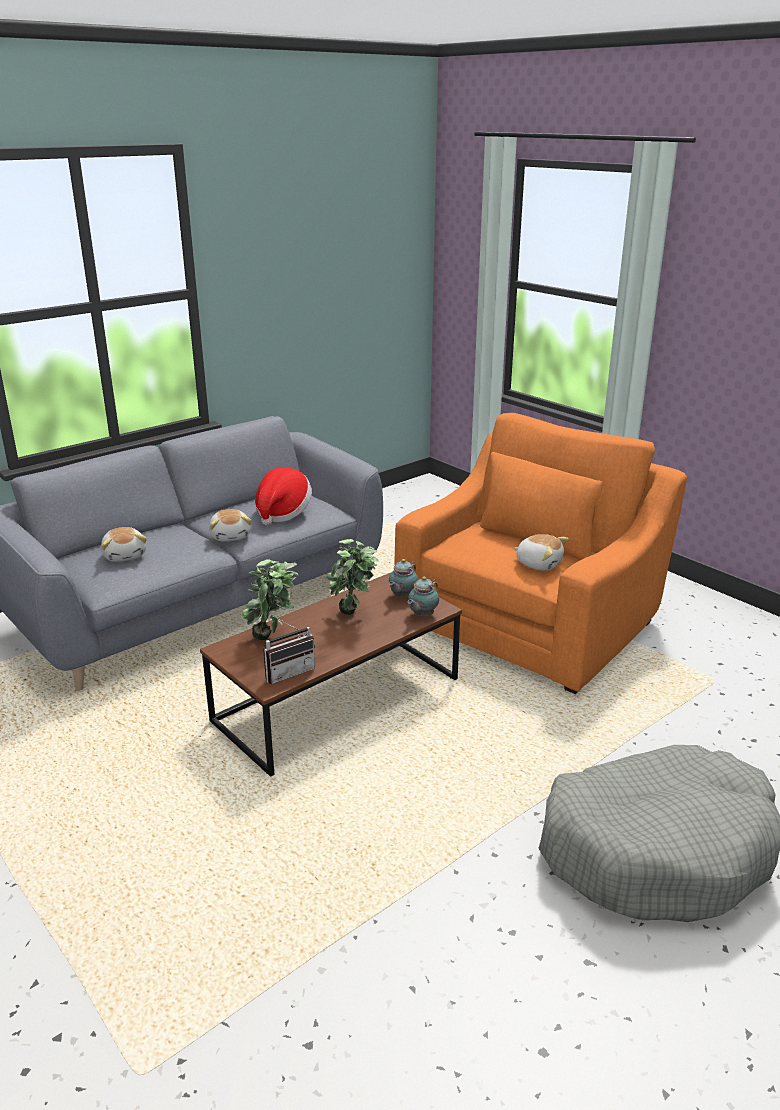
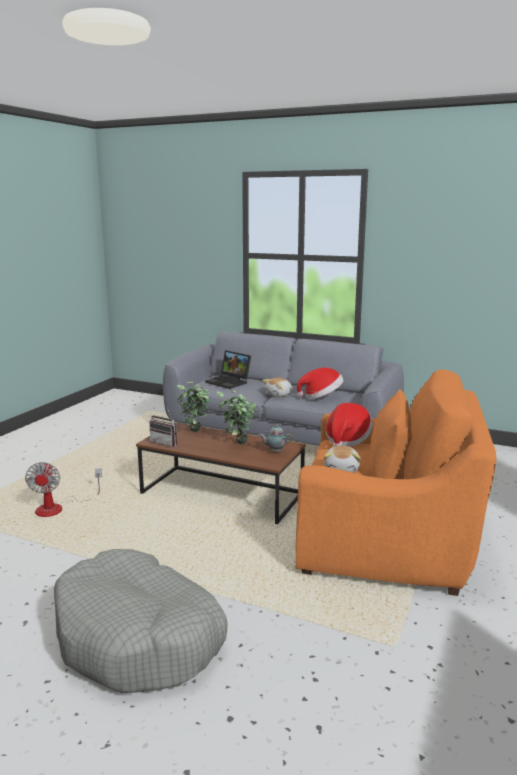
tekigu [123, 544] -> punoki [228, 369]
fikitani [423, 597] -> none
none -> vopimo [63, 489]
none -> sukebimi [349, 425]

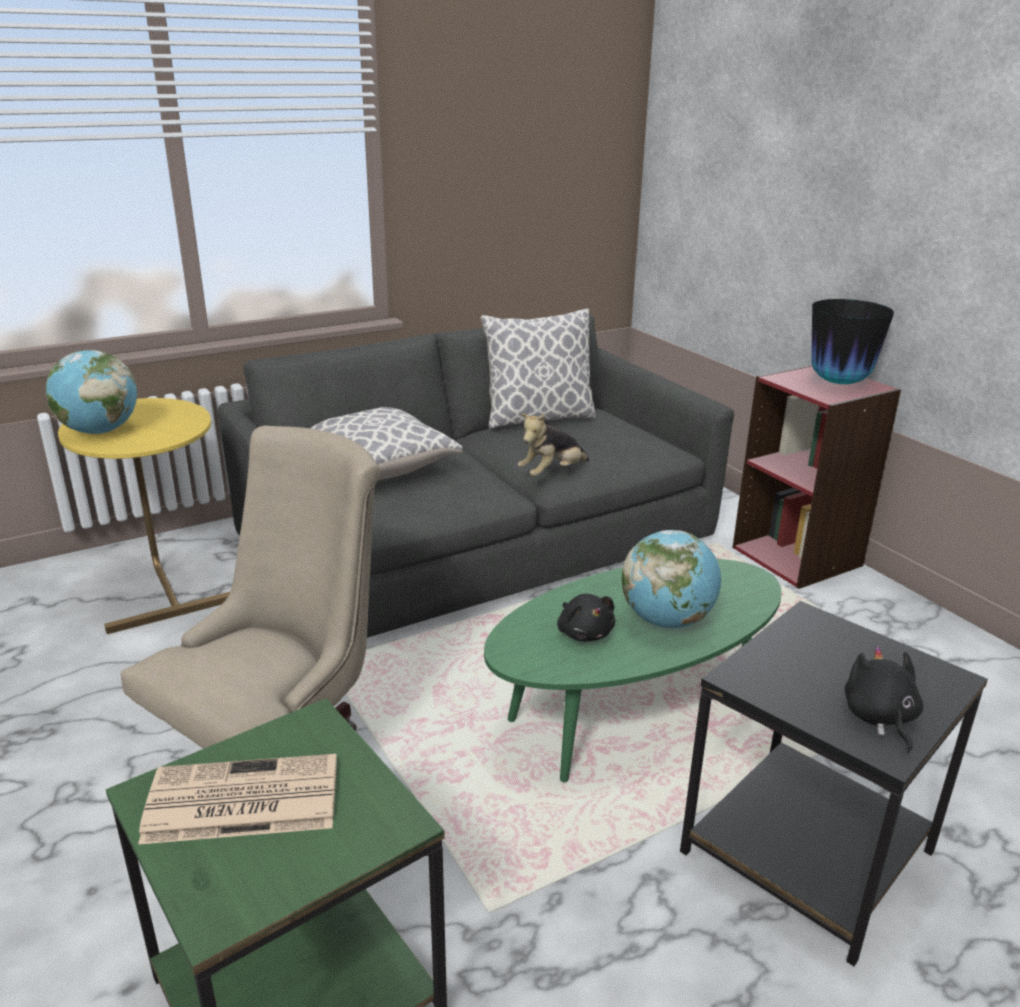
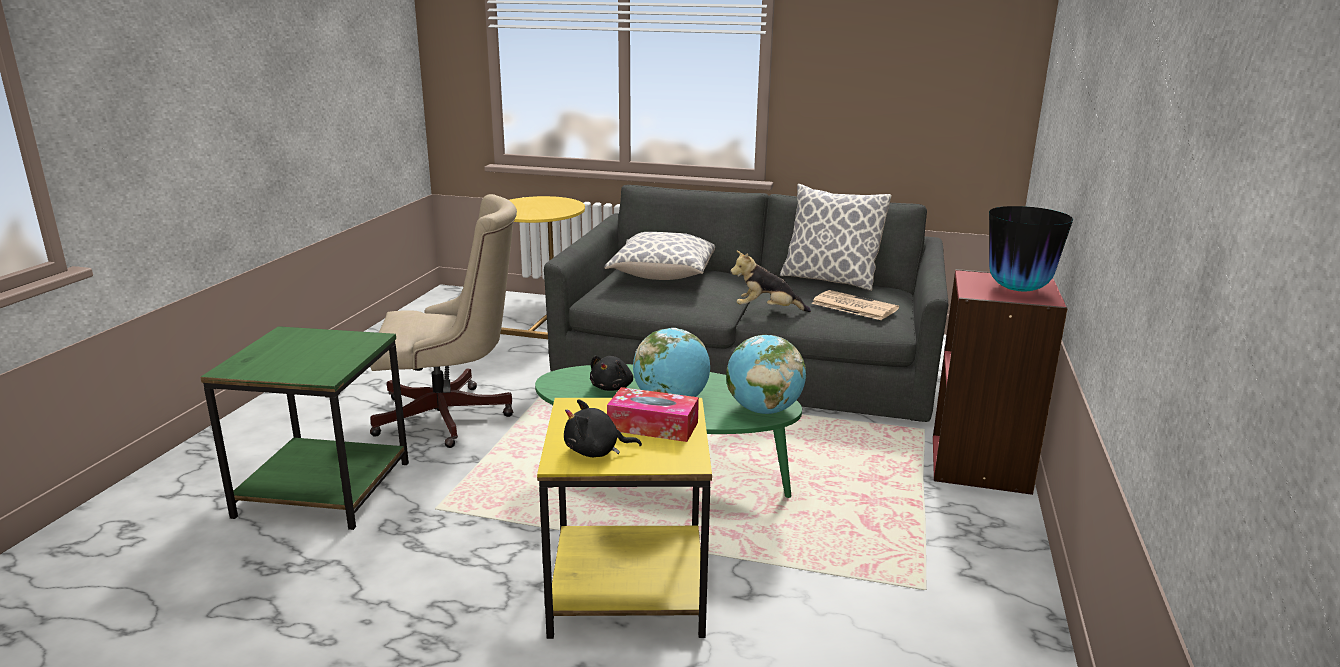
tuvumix [91, 392] -> tuvumix [766, 374], moved
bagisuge [237, 799] -> bagisuge [855, 305], moved
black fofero [834, 783] -> yellow fofero [624, 518]
black tekigu [884, 700] -> black tekigu [603, 428], 135 degrees counterclockwise
none -> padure [653, 414]

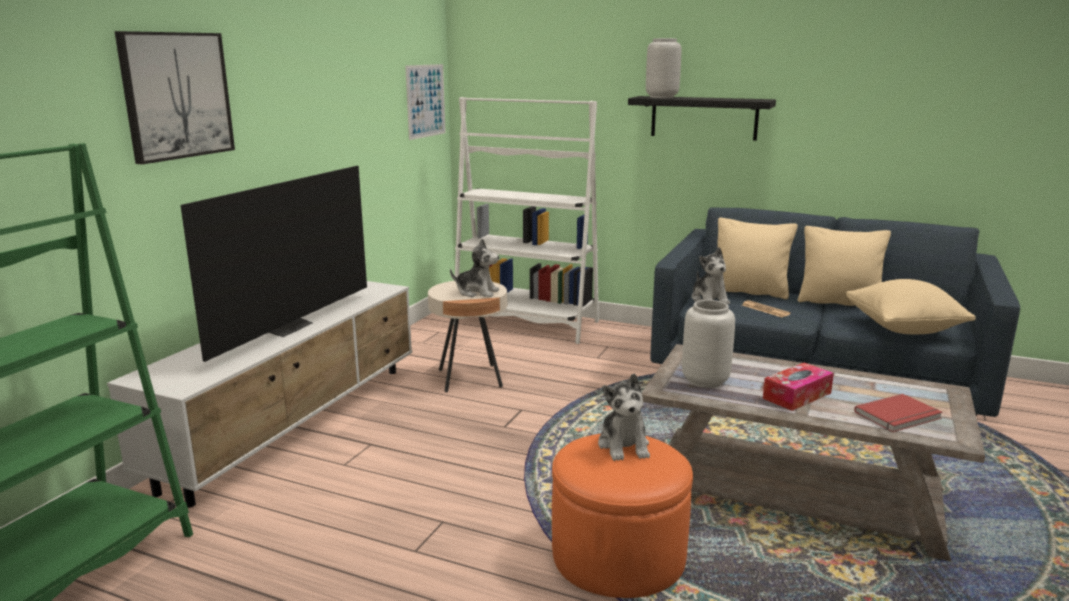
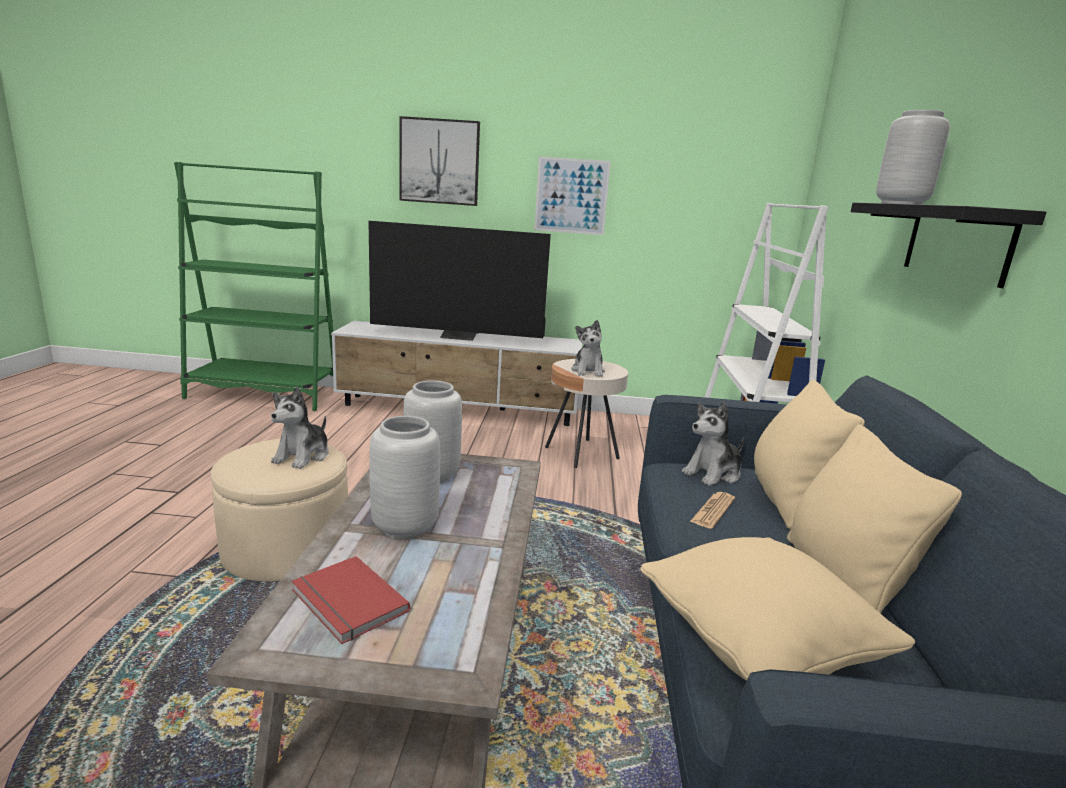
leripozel [425, 102] -> leripozel [572, 195], moved
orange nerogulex [622, 515] -> beige nerogulex [279, 510]
tekigu [624, 417] -> tekigu [300, 428], 45 degrees counterclockwise
padure [798, 387] -> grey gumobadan [405, 477]

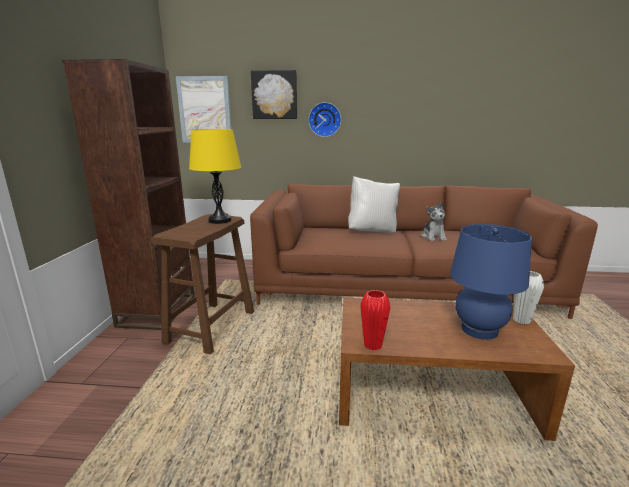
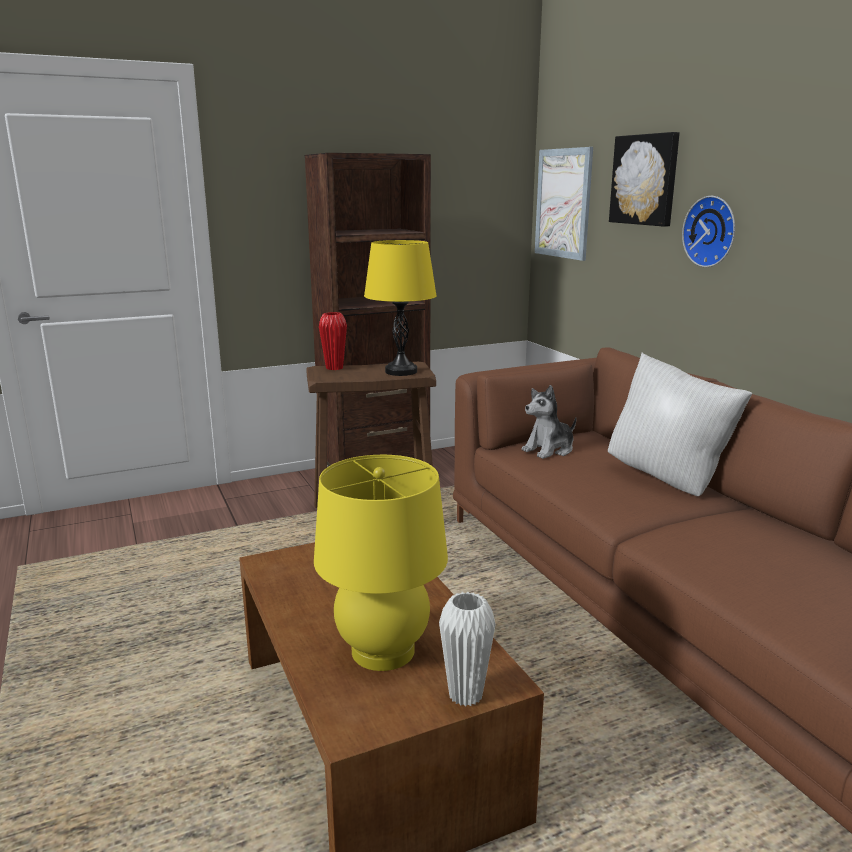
red gumobadan [375, 320] -> red gumobadan [333, 341], moved
tekigu [434, 221] -> tekigu [549, 422], moved
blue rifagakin [491, 282] -> yellow rifagakin [381, 563]

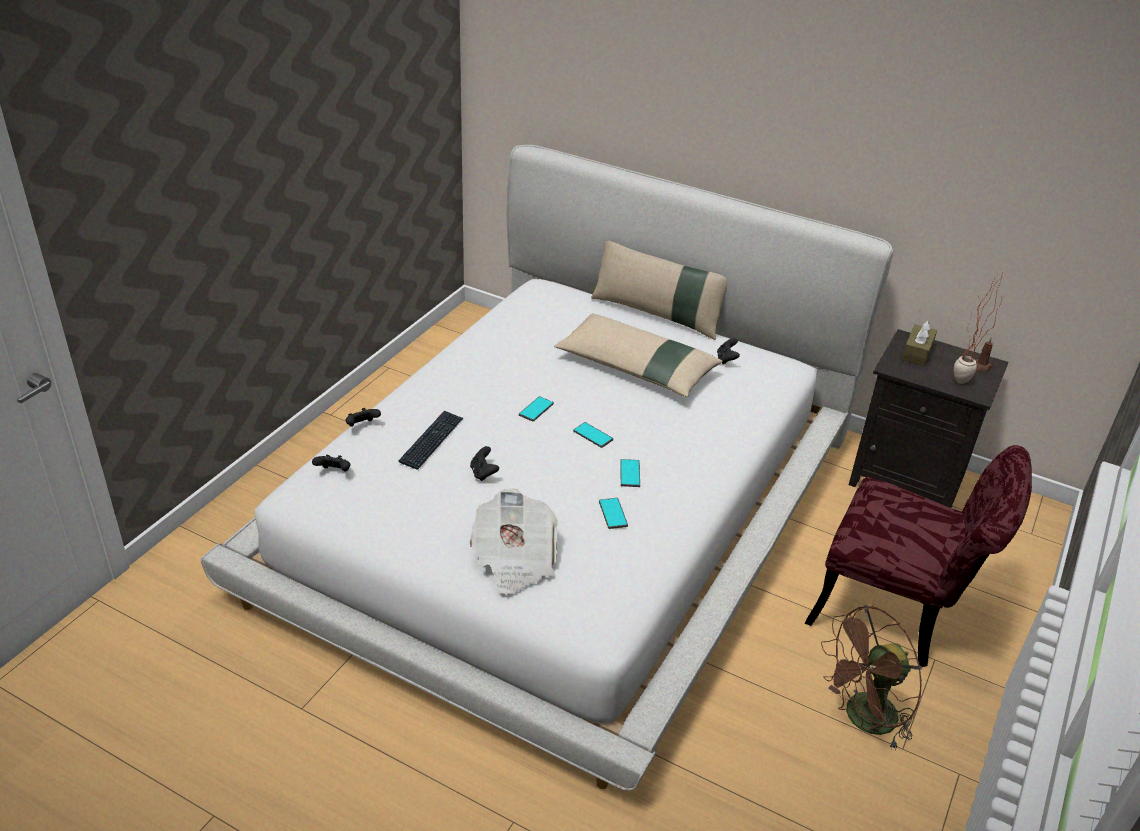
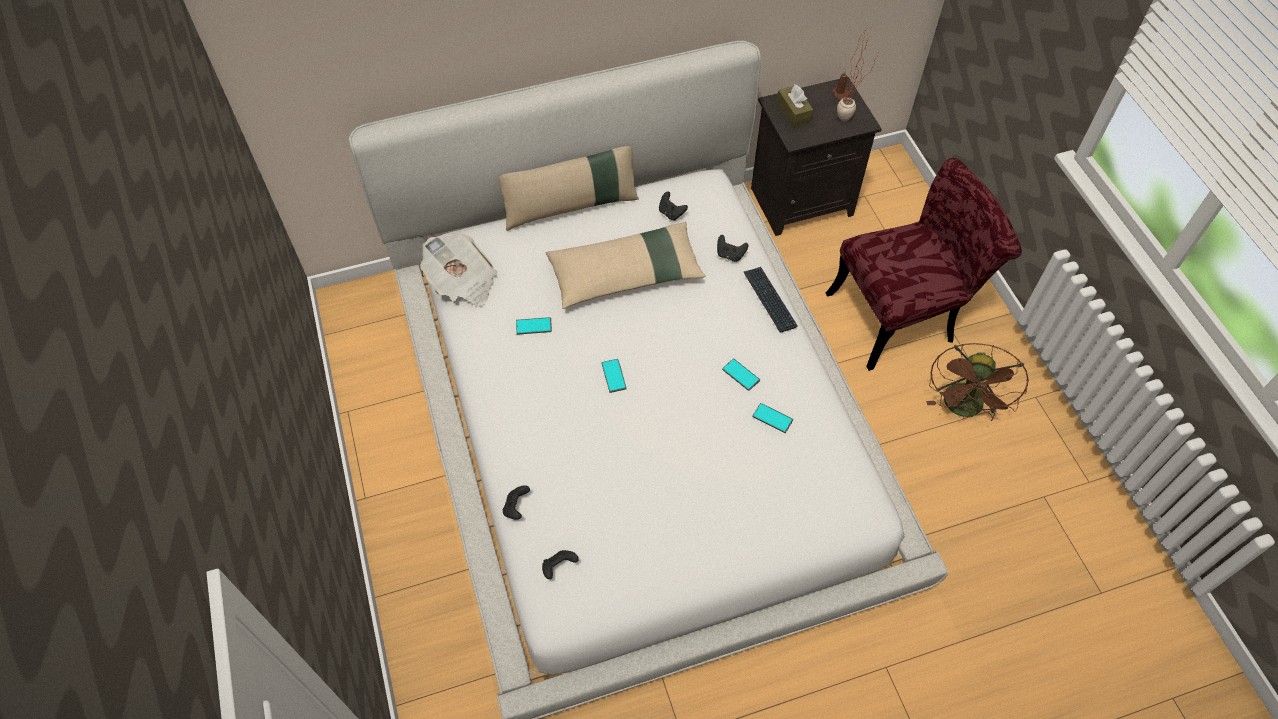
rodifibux [431, 440] -> rodifibux [771, 300], moved
bagisuge [513, 541] -> bagisuge [459, 270], moved
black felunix [484, 463] -> black felunix [732, 248], moved
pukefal [593, 435] -> pukefal [534, 326], moved

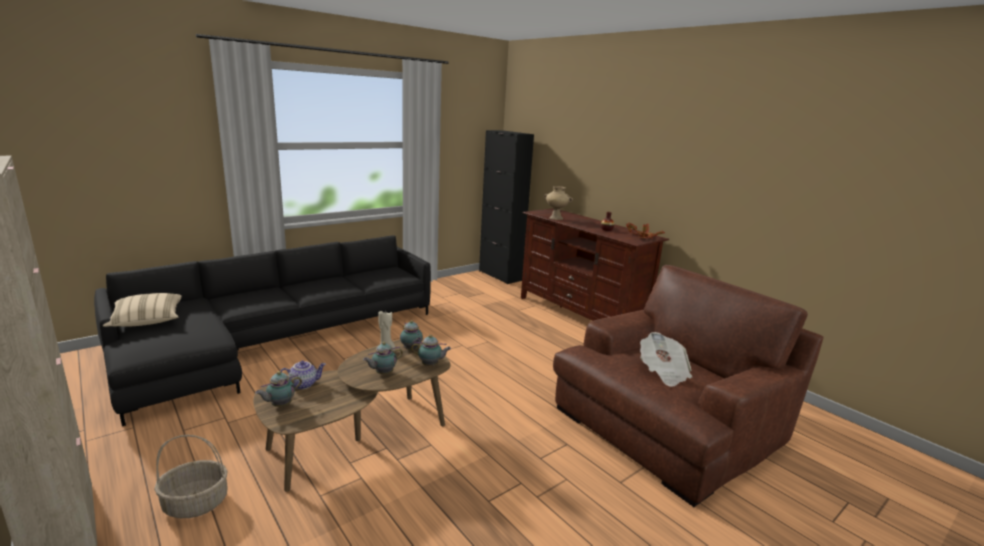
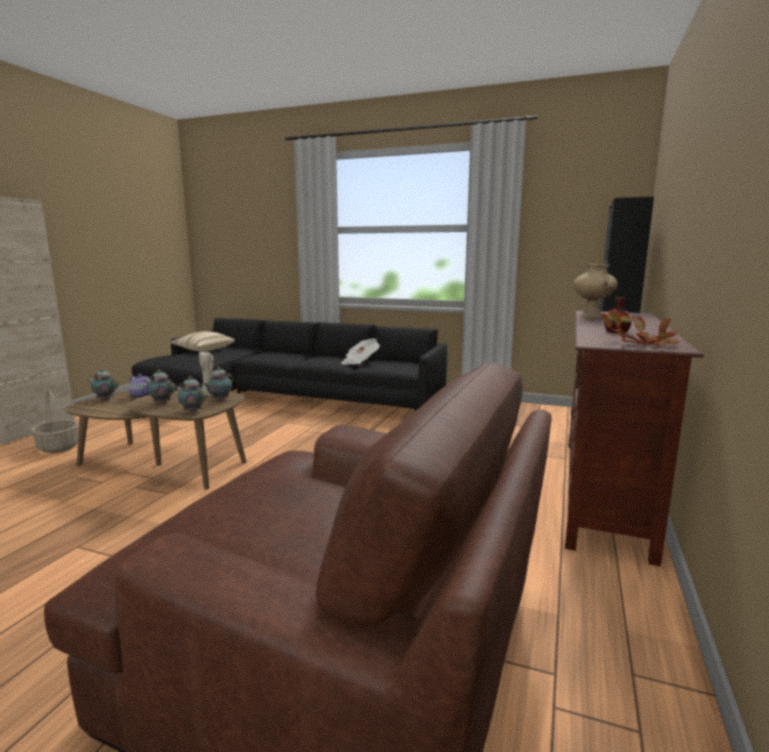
fikitani [431, 350] -> fikitani [191, 394], 150 degrees clockwise
bagisuge [666, 359] -> bagisuge [360, 351], moved

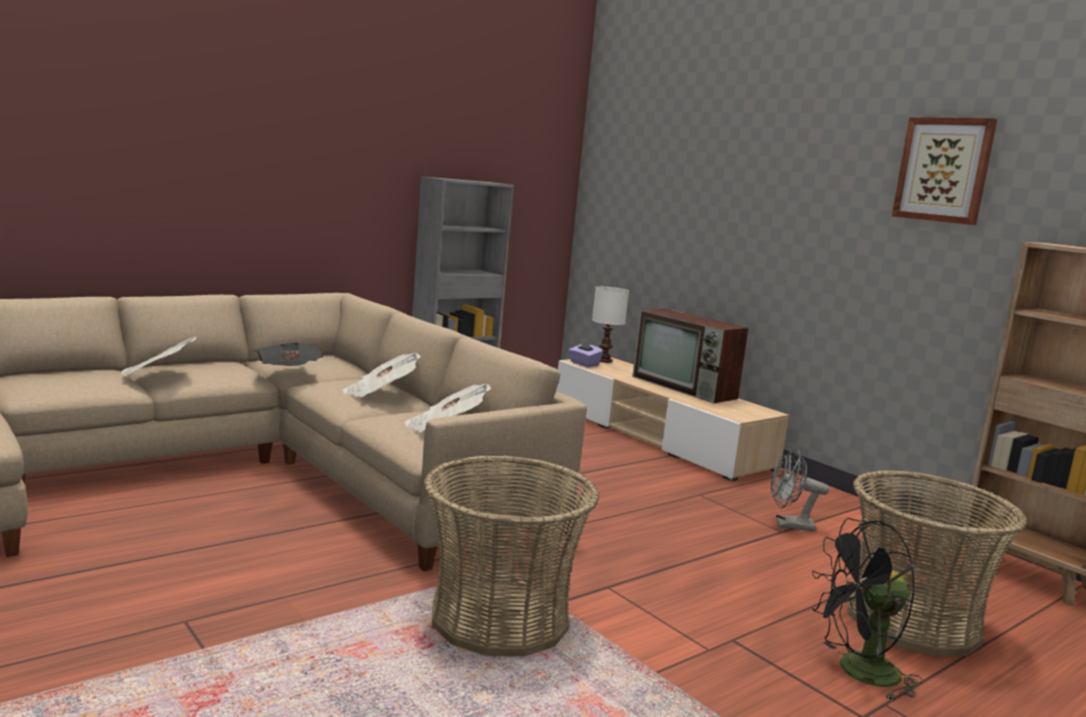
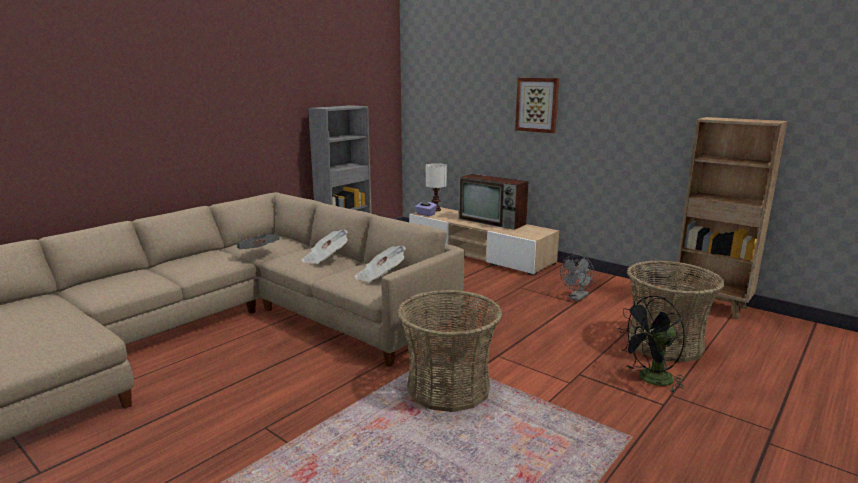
bagisuge [158, 356] -> none
grey vopimo [800, 490] -> grey vopimo [577, 277], 45 degrees counterclockwise
leripozel [944, 171] -> leripozel [537, 105], moved

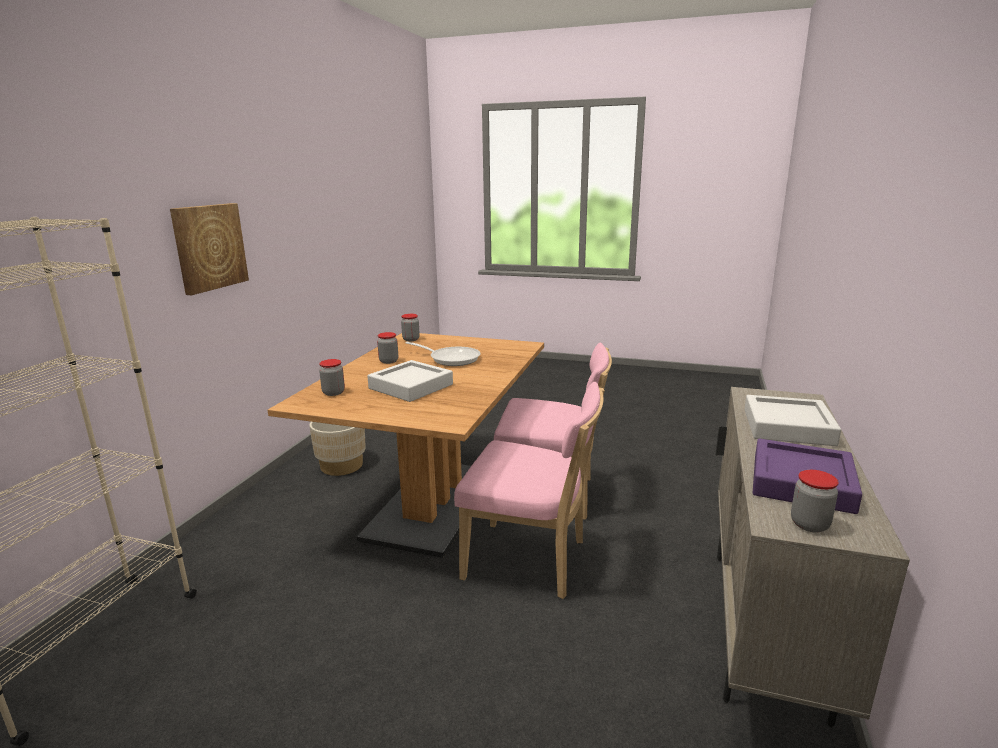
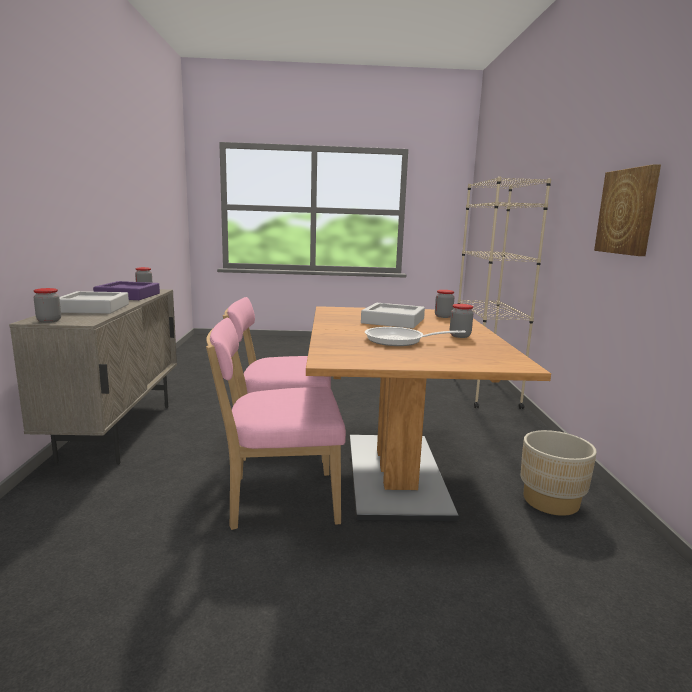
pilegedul [410, 327] -> pilegedul [47, 305], moved

